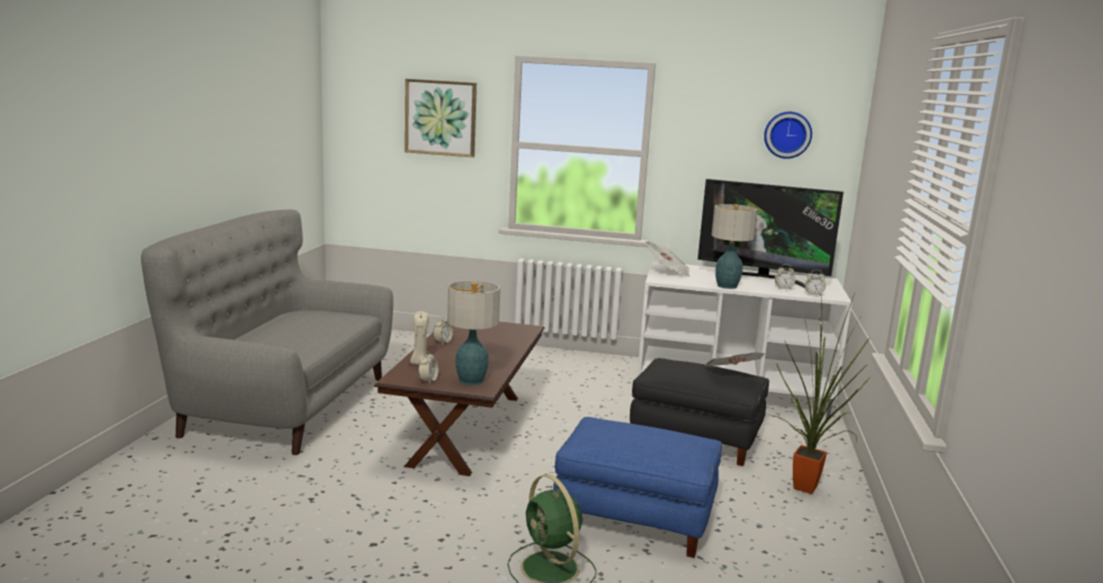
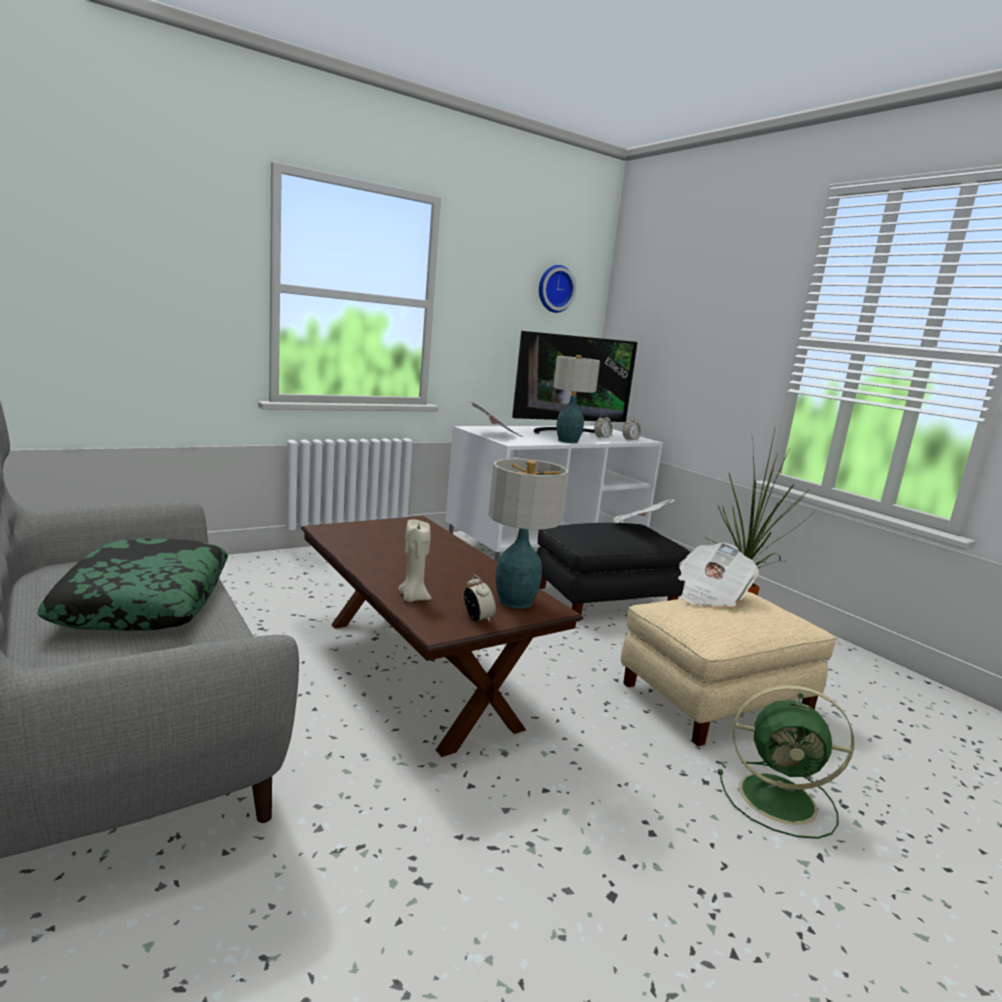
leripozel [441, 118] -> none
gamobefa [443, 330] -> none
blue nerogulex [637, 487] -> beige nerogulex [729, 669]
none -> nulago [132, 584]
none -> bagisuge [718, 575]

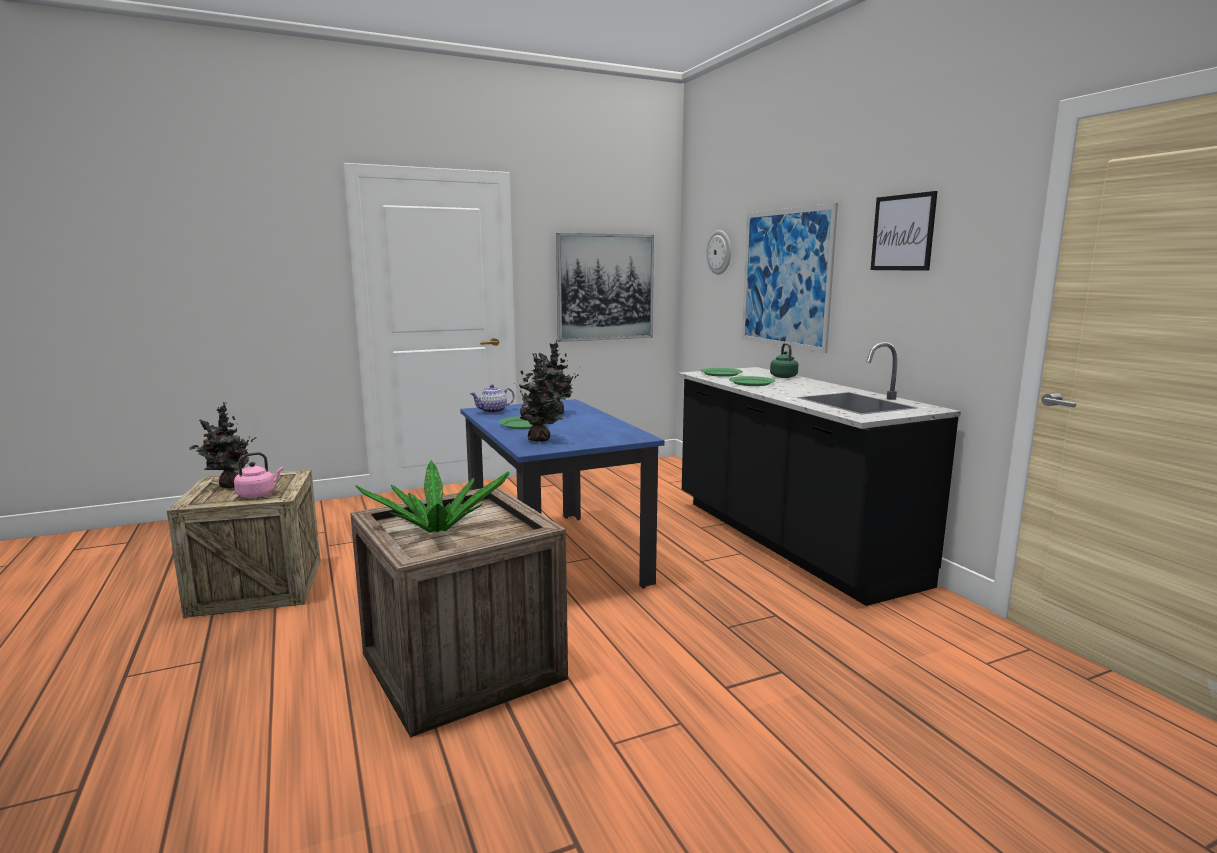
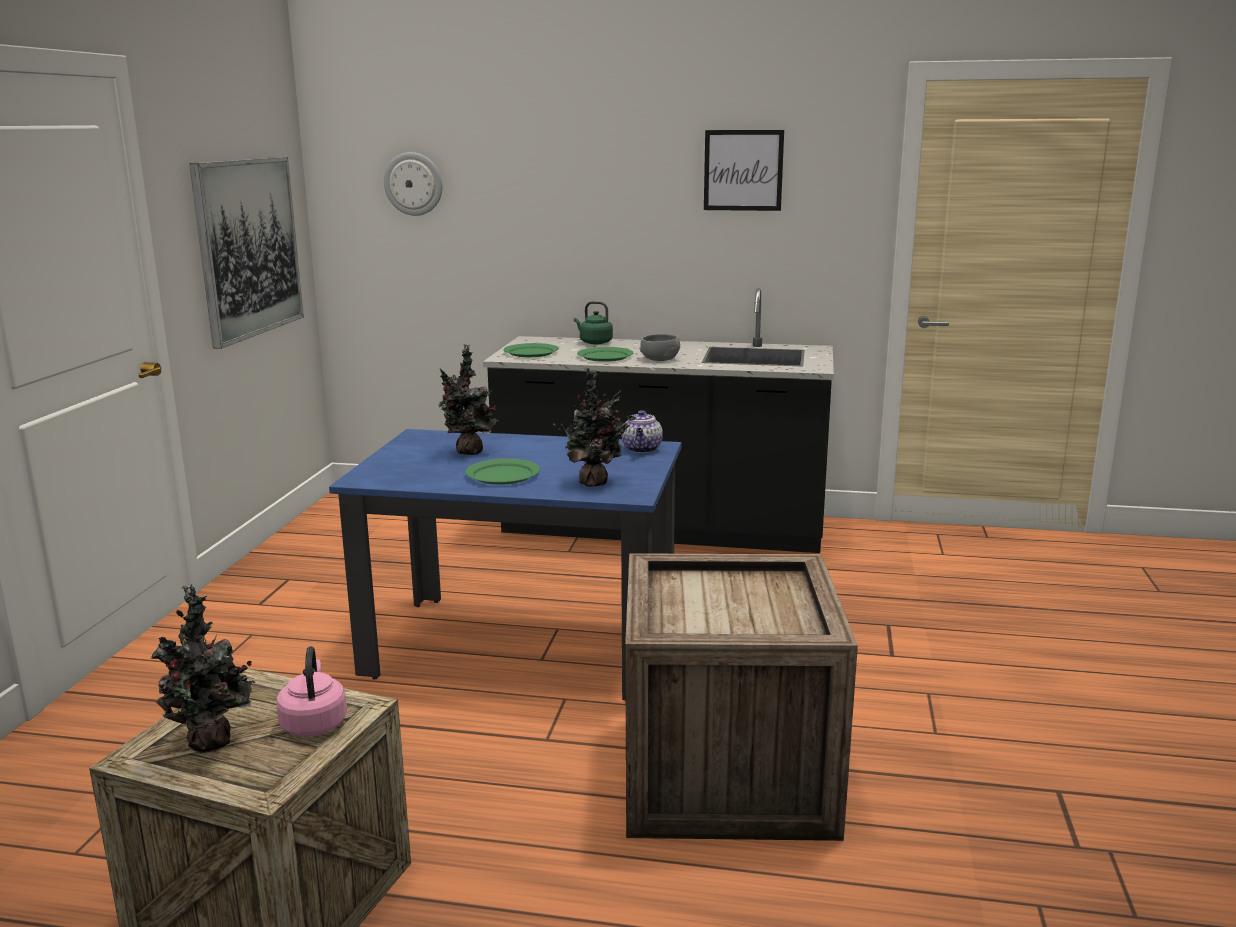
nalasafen [432, 496] -> none
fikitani [493, 398] -> fikitani [642, 431], moved
leripozel [790, 278] -> none
none -> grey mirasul [659, 347]

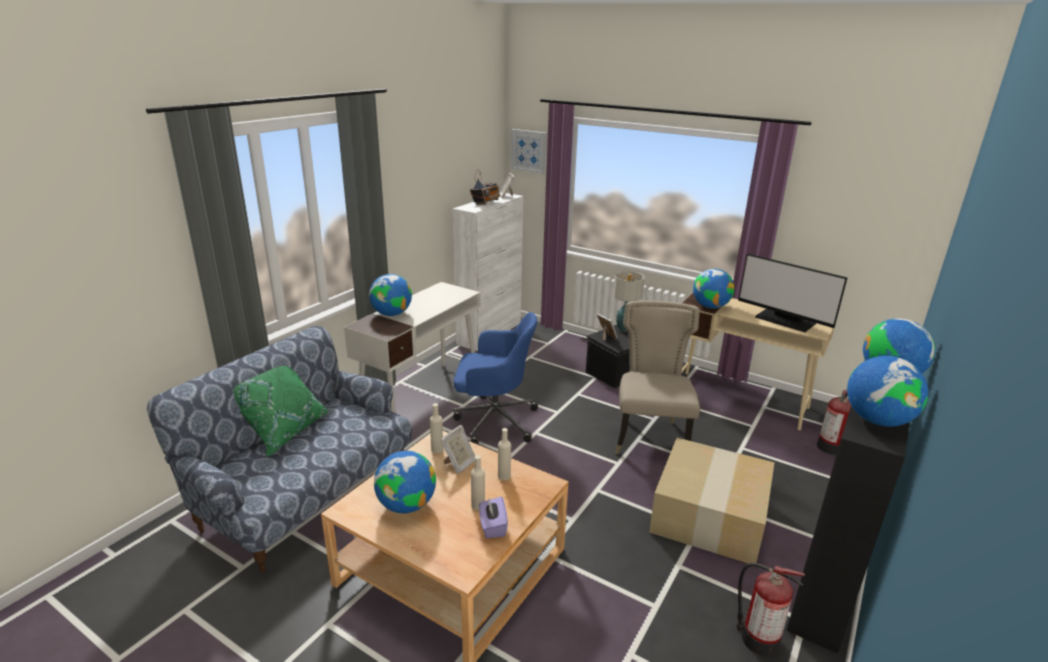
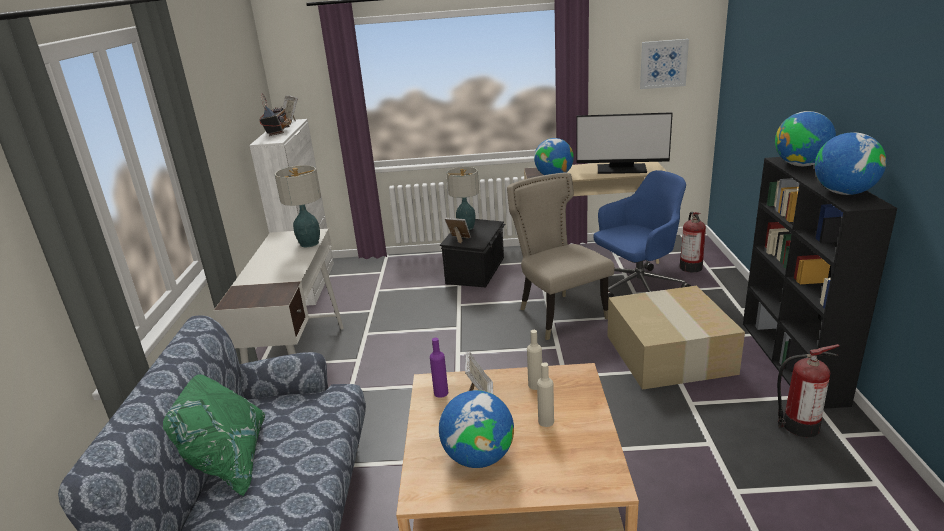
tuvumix [390, 295] -> none
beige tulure [436, 428] -> purple tulure [439, 368]
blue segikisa [495, 378] -> blue segikisa [642, 234], moved
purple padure [493, 517] -> none
leripozel [529, 151] -> leripozel [664, 64], moved
none -> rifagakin [298, 206]

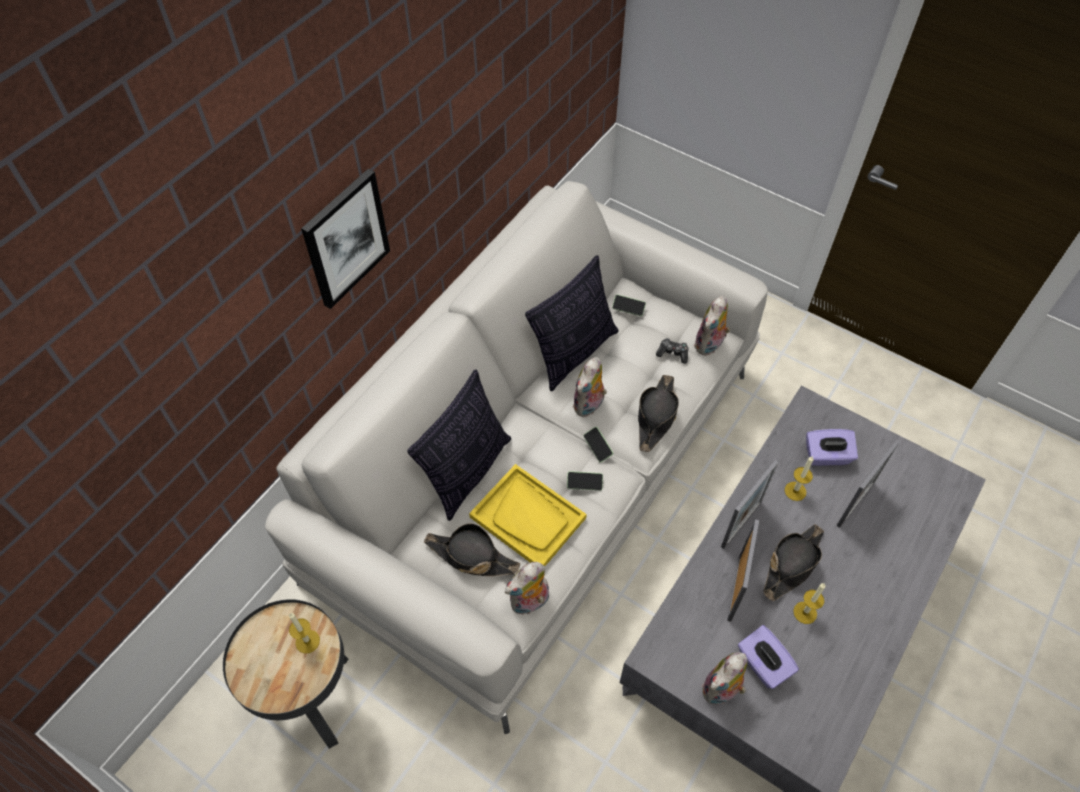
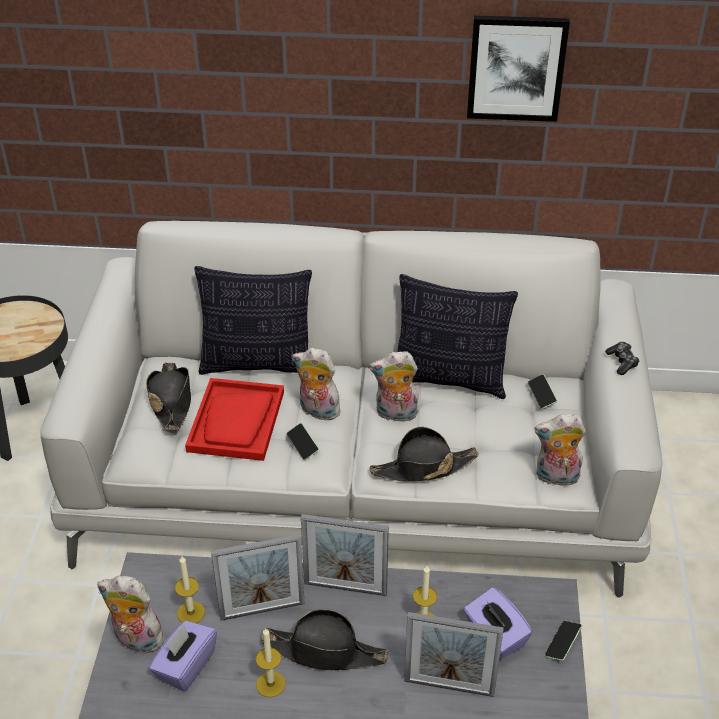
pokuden [304, 633] -> pokuden [190, 589], moved
leripozel [345, 239] -> leripozel [518, 68], moved
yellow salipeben [528, 515] -> red salipeben [234, 419]
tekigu [527, 588] -> tekigu [316, 384], moved
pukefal [598, 445] -> pukefal [563, 641], moved
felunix [672, 351] -> felunix [622, 358], moved

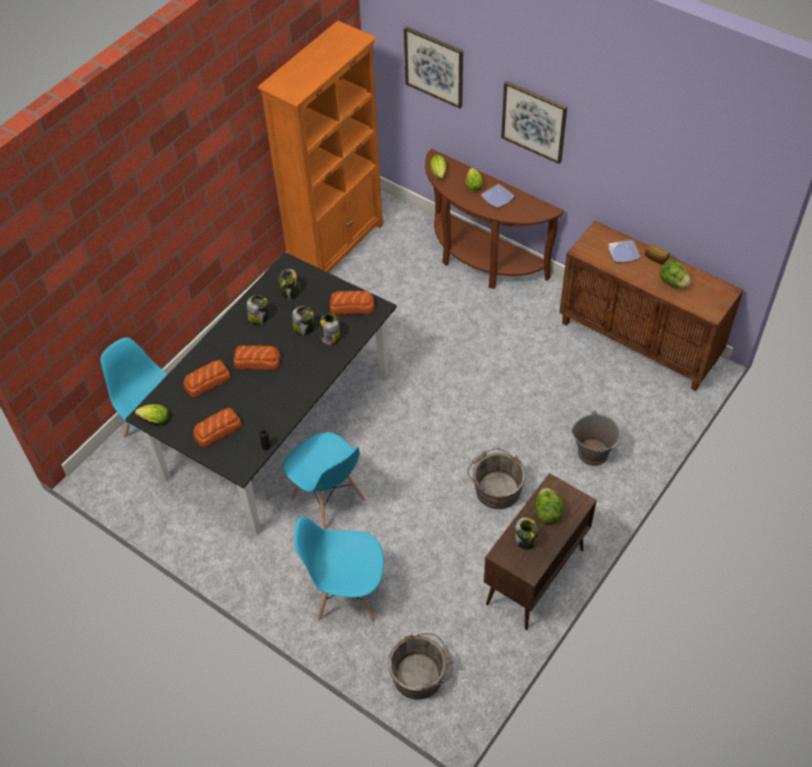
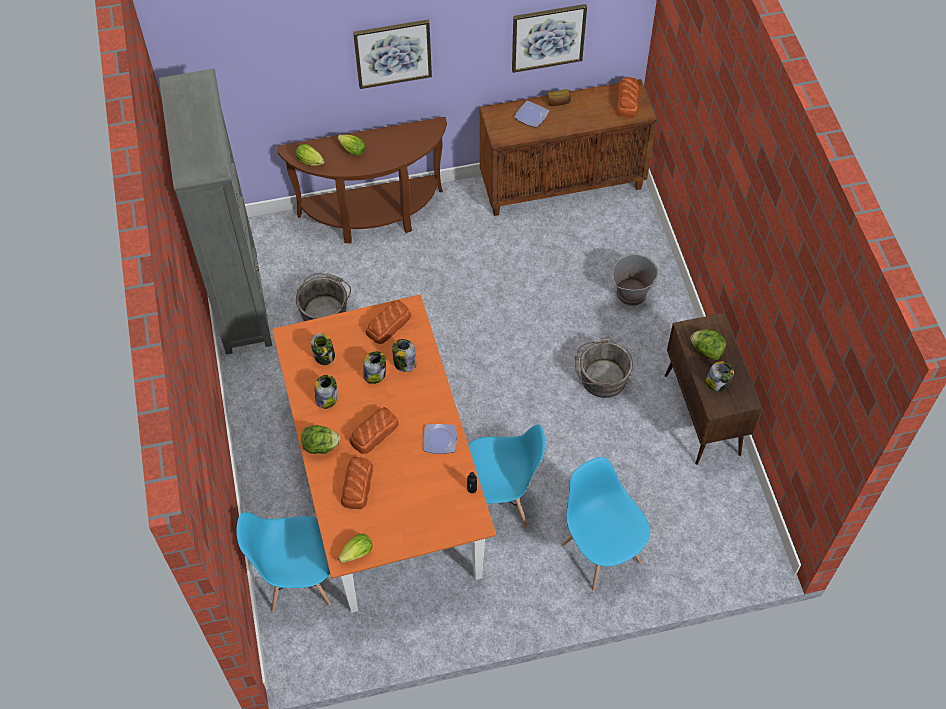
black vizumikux [261, 393] -> orange vizumikux [384, 454]
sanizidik [217, 427] -> sanizidik [627, 97], moved
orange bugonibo [320, 147] -> grey bugonibo [215, 212]
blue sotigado [339, 569] -> blue sotigado [605, 524], 105 degrees clockwise
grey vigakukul [420, 666] -> grey vigakukul [323, 297], moved
leripozel [433, 68] -> leripozel [549, 38], moved
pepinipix [498, 196] -> pepinipix [440, 439], moved
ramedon [675, 274] -> ramedon [320, 439], moved

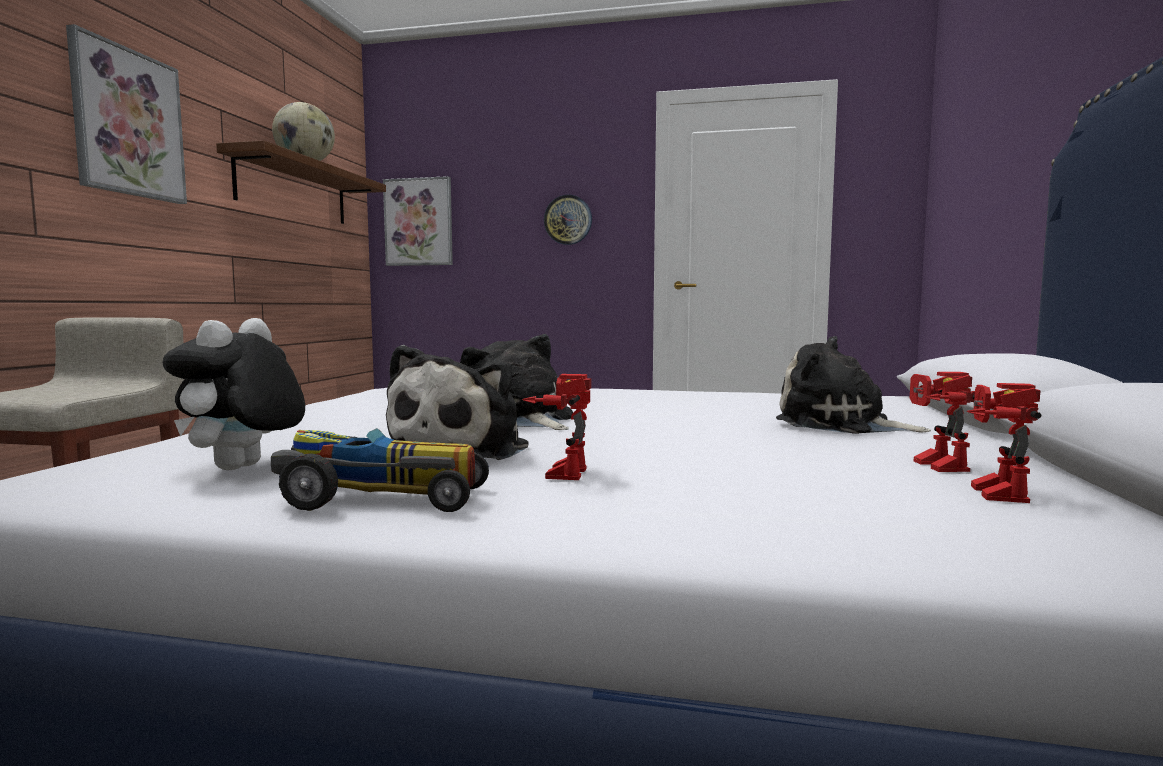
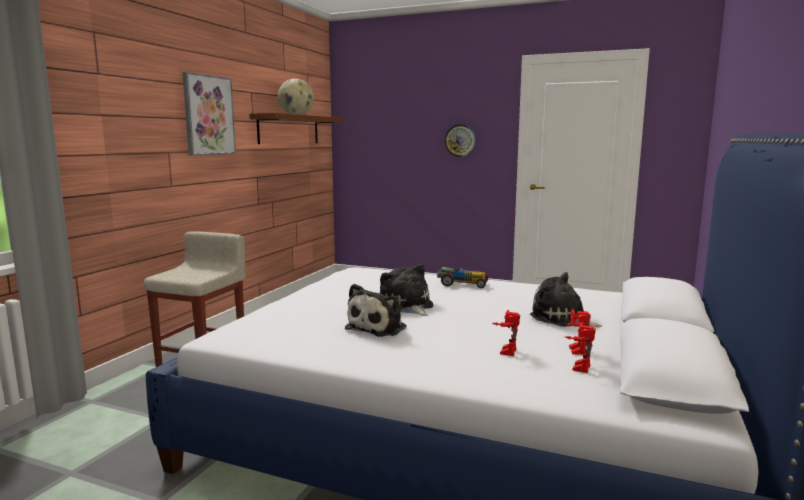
tekigu [233, 394] -> none
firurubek [380, 470] -> firurubek [462, 277], moved
leripozel [418, 221] -> none
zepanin [556, 427] -> zepanin [506, 333], moved

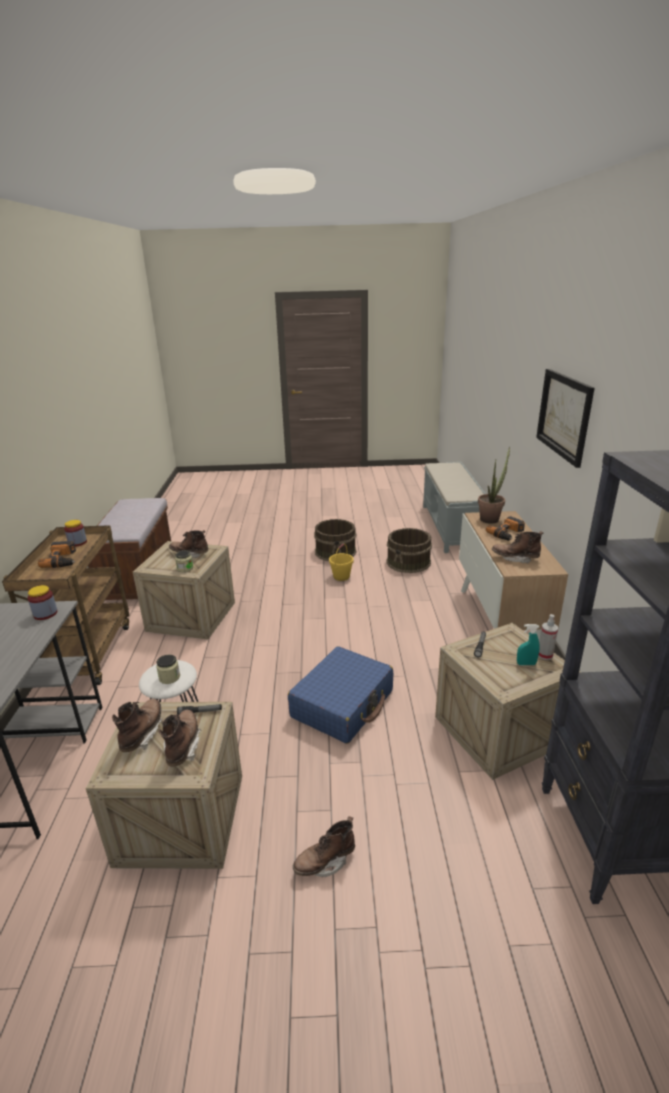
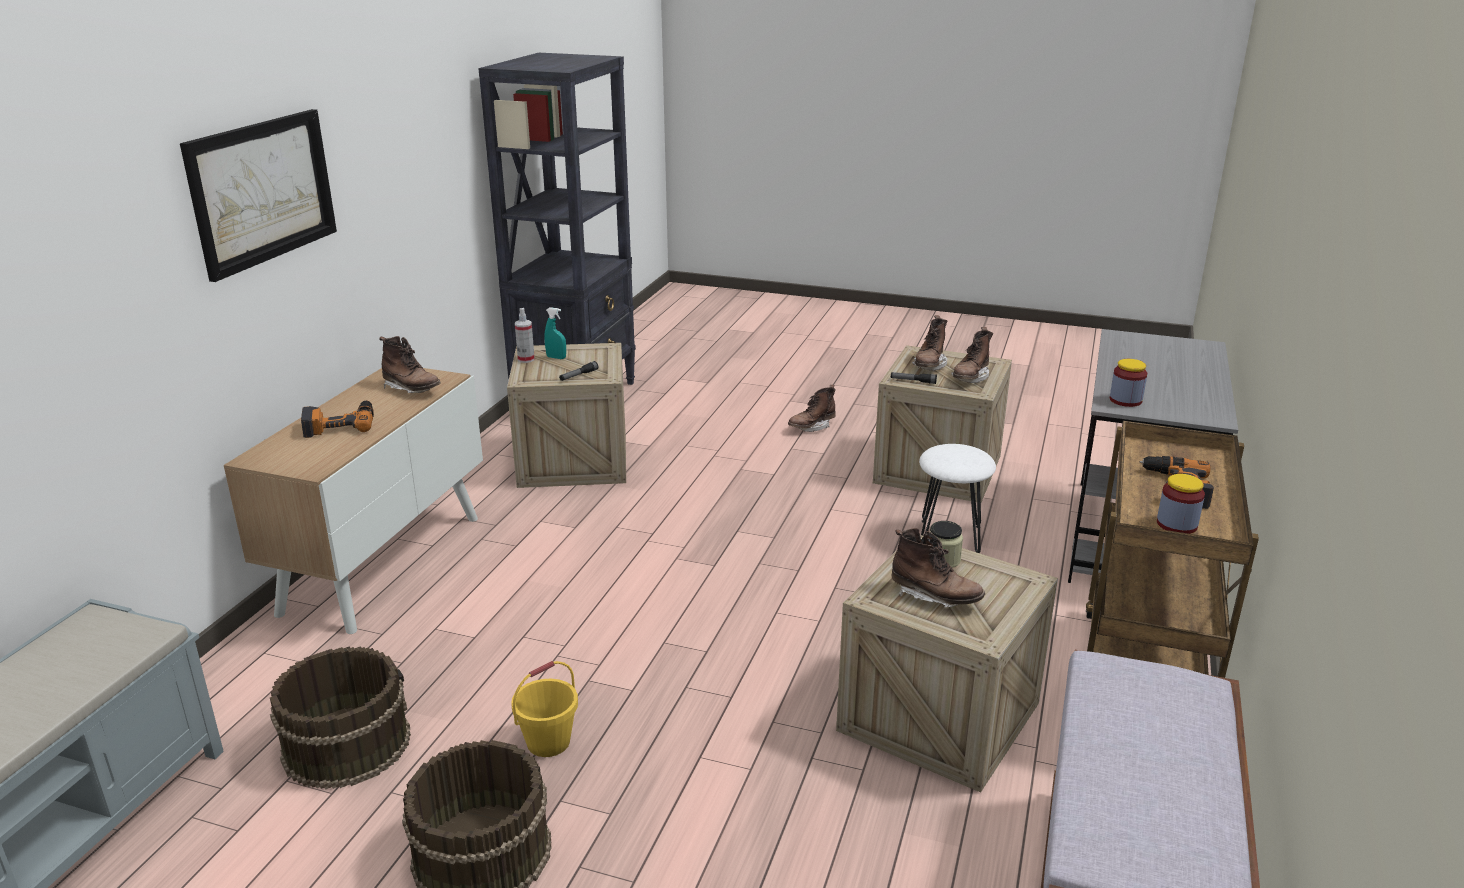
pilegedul [168, 669] -> none
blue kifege [340, 695] -> none
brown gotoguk [324, 846] -> brown gotoguk [812, 408], 150 degrees clockwise
nalasafen [494, 485] -> none

